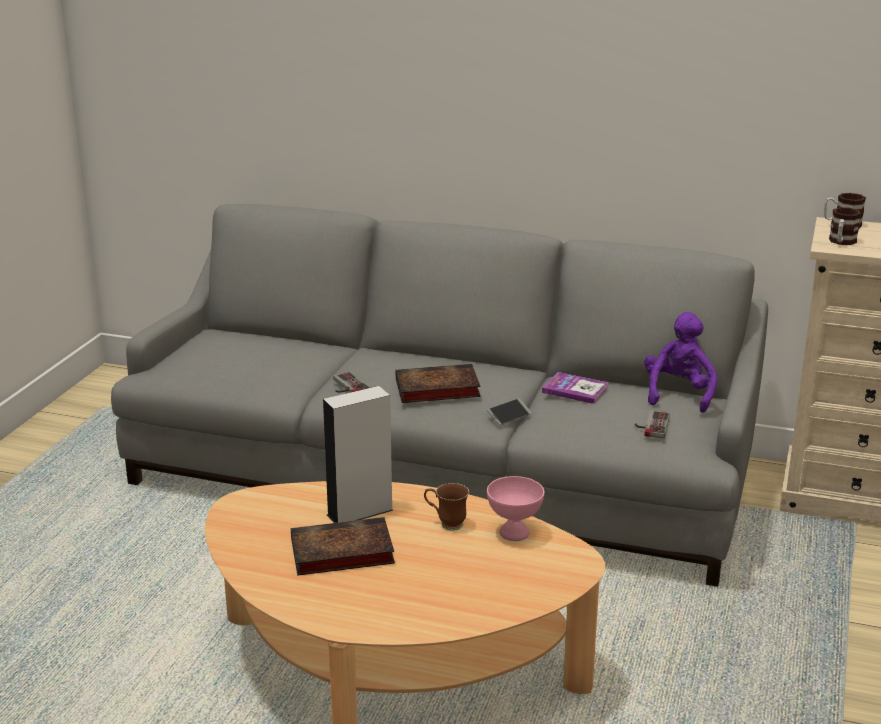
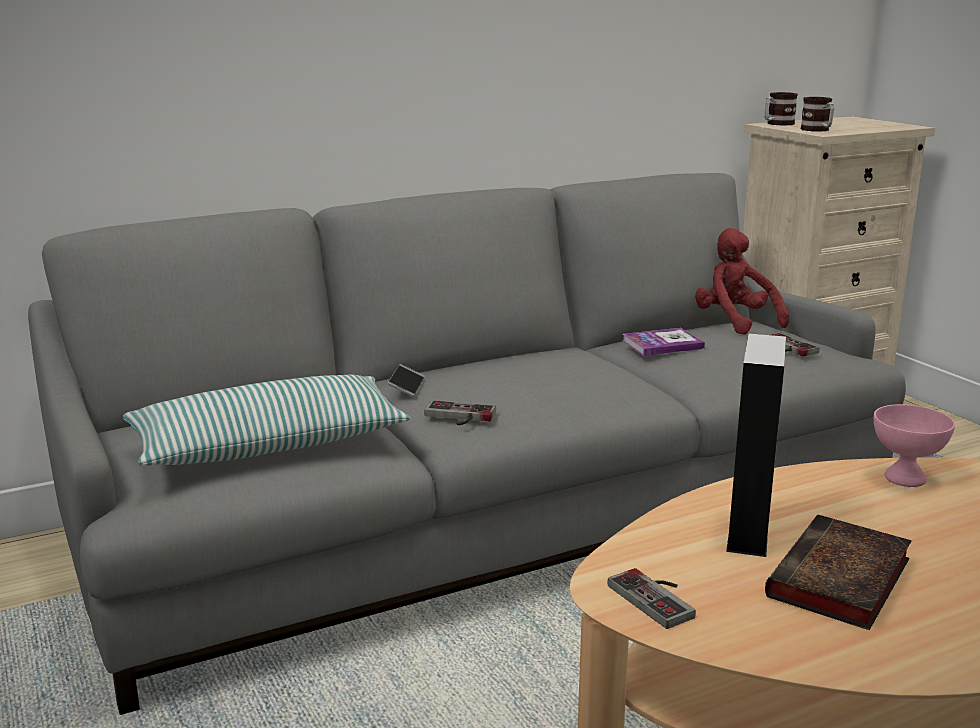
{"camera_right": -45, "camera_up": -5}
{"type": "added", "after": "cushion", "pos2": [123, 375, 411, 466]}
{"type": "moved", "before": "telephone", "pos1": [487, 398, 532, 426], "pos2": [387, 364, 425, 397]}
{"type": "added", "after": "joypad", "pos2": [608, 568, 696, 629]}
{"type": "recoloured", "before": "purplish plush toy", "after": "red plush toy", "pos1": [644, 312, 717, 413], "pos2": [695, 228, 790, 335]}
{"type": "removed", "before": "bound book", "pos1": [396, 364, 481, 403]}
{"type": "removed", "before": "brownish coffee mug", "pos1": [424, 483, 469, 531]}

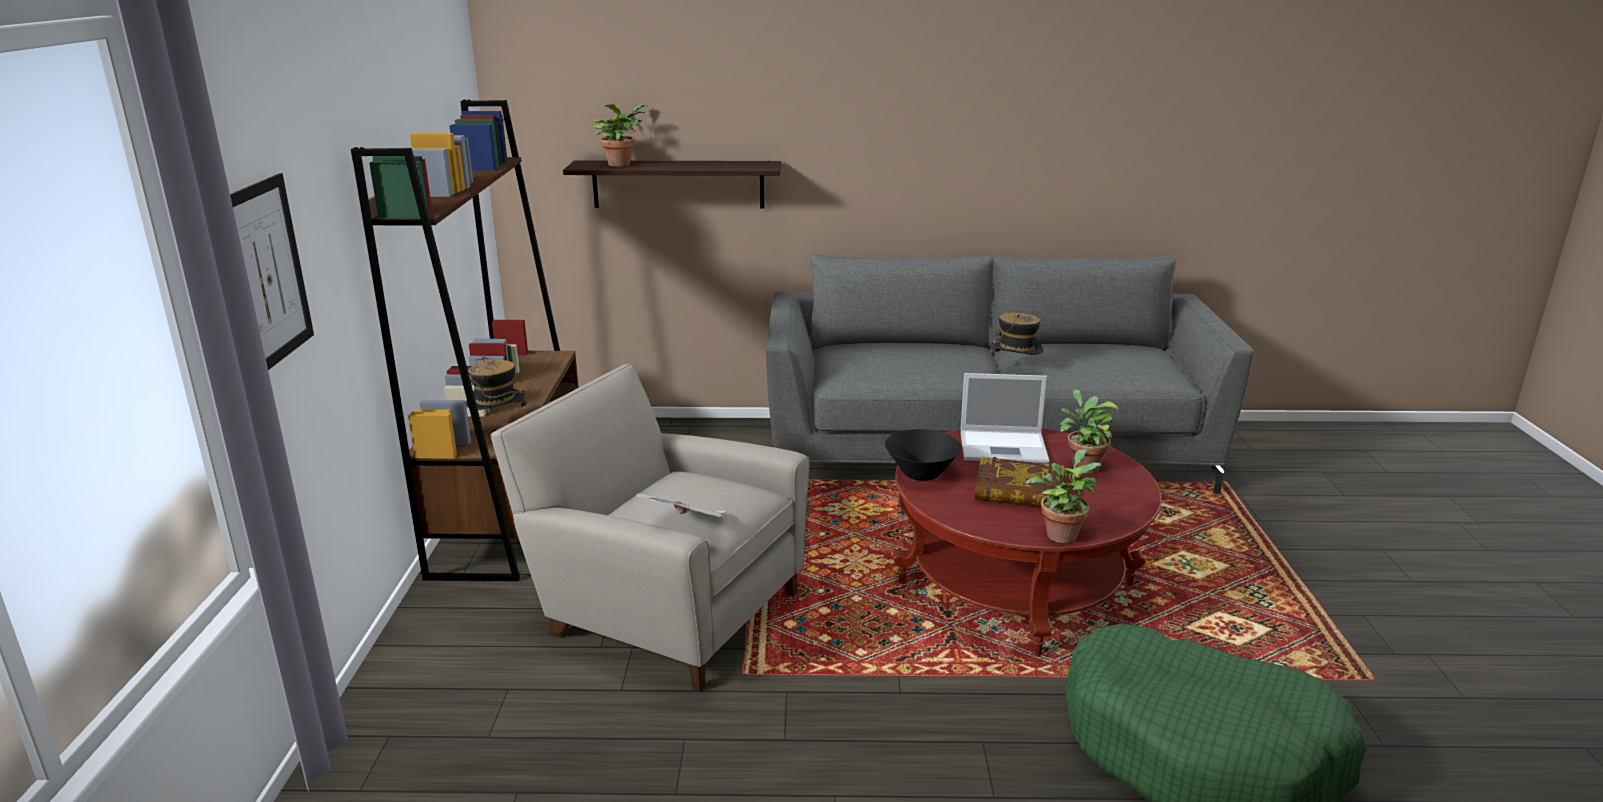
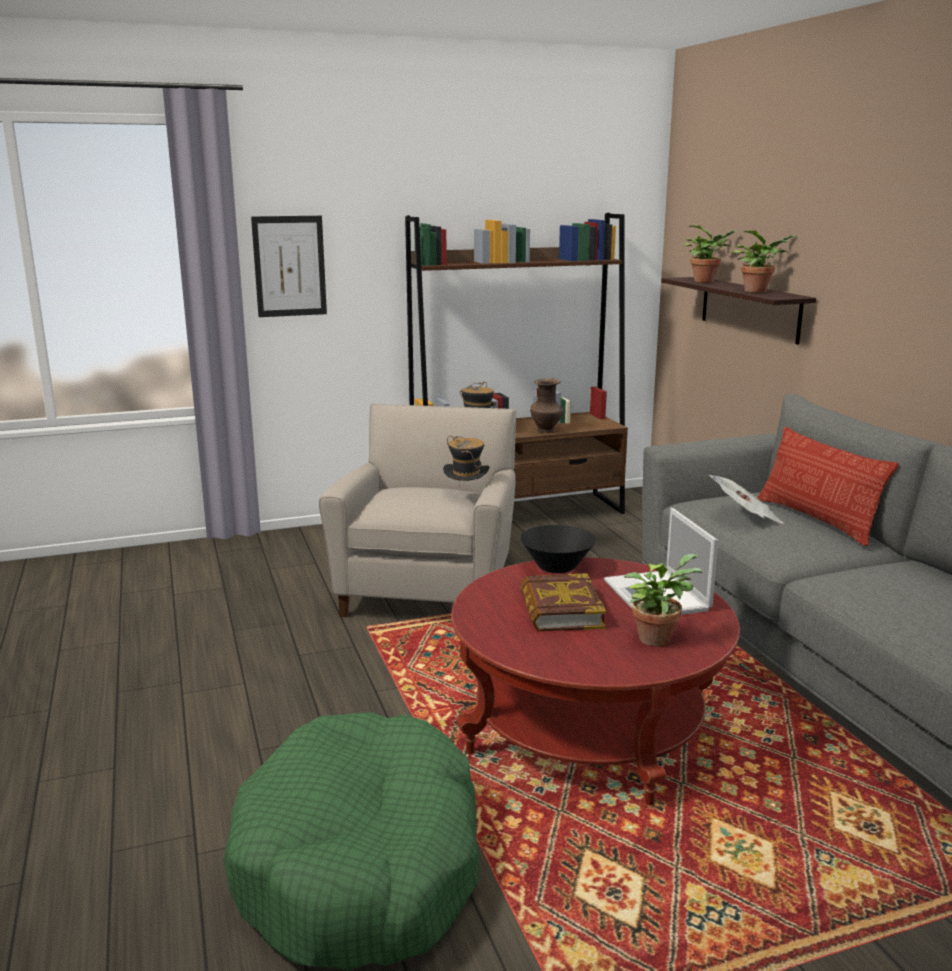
{"camera_right": 70, "camera_up": -5}
{"type": "moved", "before": "clothing hat", "pos1": [989, 312, 1043, 370], "pos2": [443, 436, 490, 481]}
{"type": "added", "after": "brownish flower vase", "pos2": [530, 378, 564, 433]}
{"type": "moved", "before": "newspaper", "pos1": [636, 493, 726, 518], "pos2": [709, 475, 785, 524]}
{"type": "moved", "before": "plant in a pot", "pos1": [1026, 449, 1102, 543], "pos2": [733, 230, 796, 293]}
{"type": "added", "after": "cushion", "pos2": [757, 427, 899, 546]}

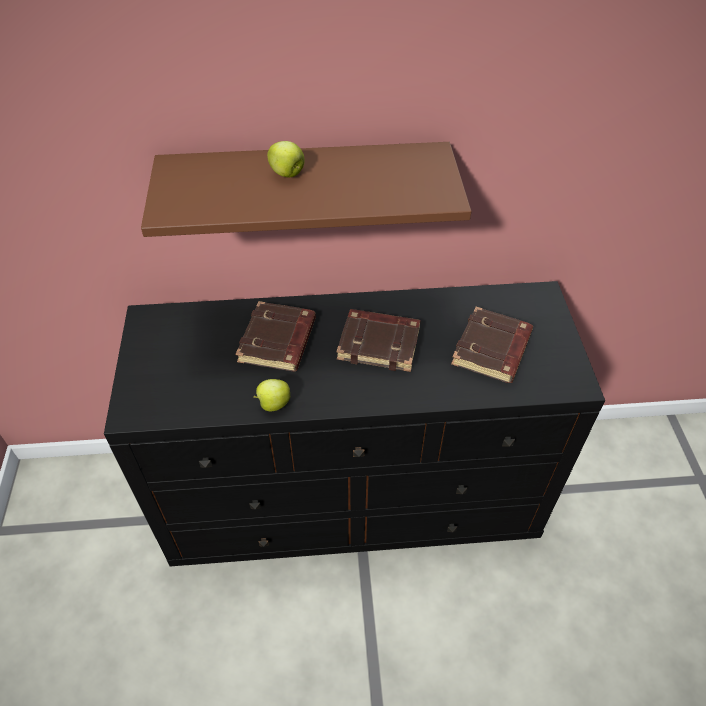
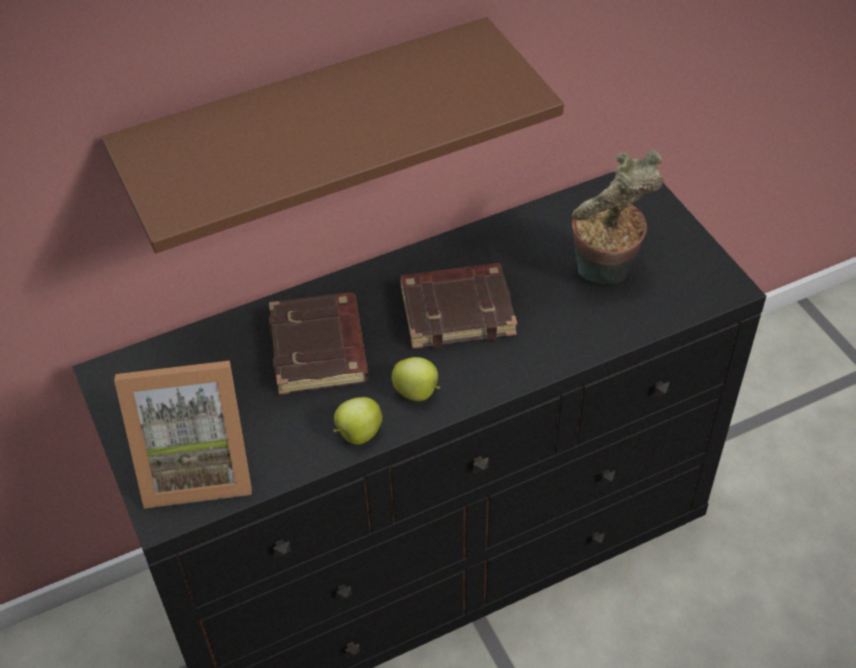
{"camera_right": -20, "camera_up": 0}
{"type": "added", "after": "photo frame", "pos2": [114, 361, 252, 509]}
{"type": "moved", "before": "whole apple", "pos1": [267, 141, 305, 177], "pos2": [392, 357, 440, 401]}
{"type": "replaced", "before": "brownish bound book", "after": "plant in a pot", "pos1": [451, 307, 533, 383], "pos2": [572, 149, 664, 284]}

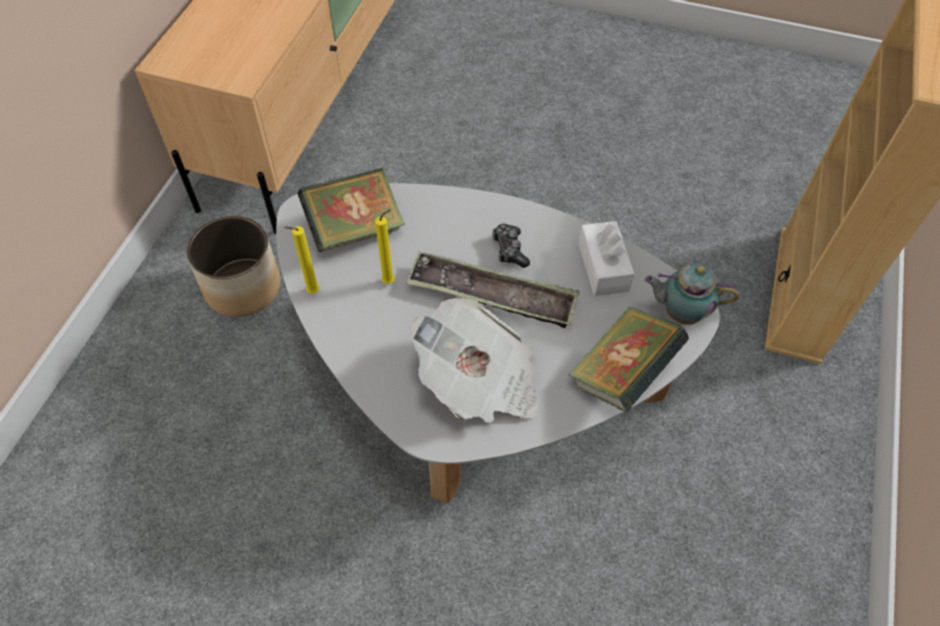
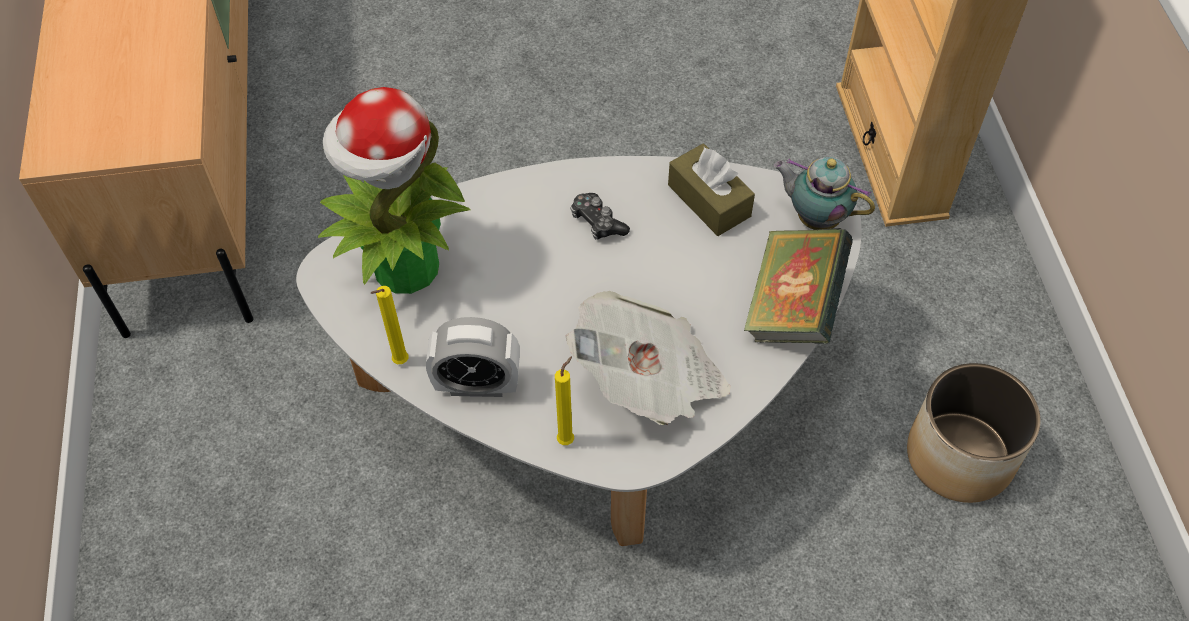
{"camera_right": -25, "camera_up": 0}
{"type": "replaced", "before": "bound book", "after": "plant in a pot", "pos1": [298, 168, 405, 252], "pos2": [318, 87, 471, 294]}
{"type": "added", "after": "bedside clock", "pos2": [426, 317, 520, 397]}
{"type": "moved", "before": "yellowish candle", "pos1": [375, 209, 395, 284], "pos2": [555, 356, 574, 445]}
{"type": "recoloured", "before": "white tissue box", "after": "brownish tissue box", "pos1": [578, 221, 635, 296], "pos2": [668, 143, 755, 236]}
{"type": "turned", "before": "pot for tea", "pos1": [644, 263, 739, 325], "pos2": [773, 157, 875, 230], "turn": 45}
{"type": "moved", "before": "plant pot", "pos1": [187, 216, 280, 317], "pos2": [907, 363, 1041, 503]}
{"type": "removed", "before": "serving tray", "pos1": [406, 251, 580, 328]}

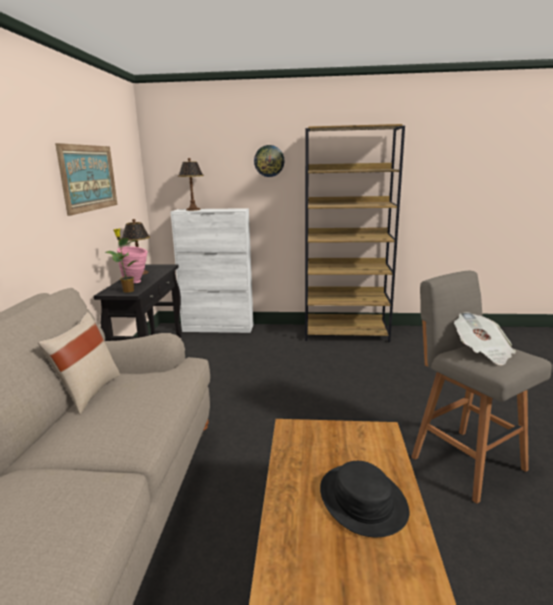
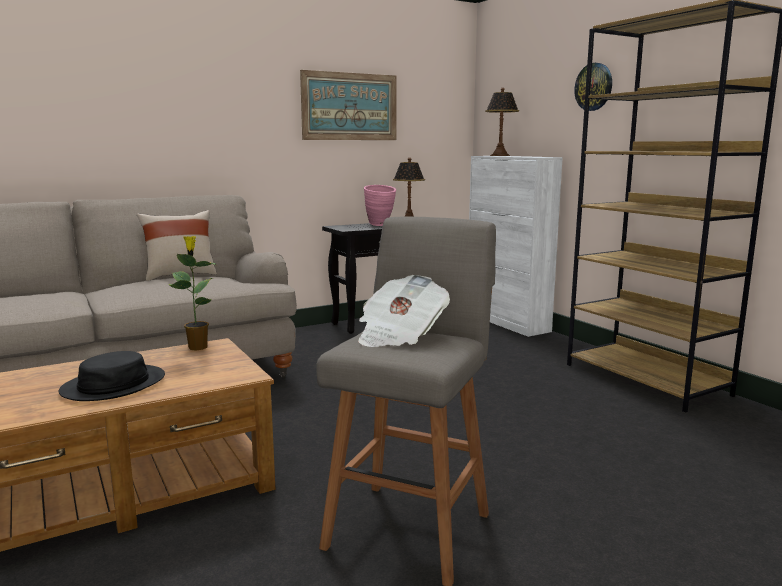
{"camera_right": 55, "camera_up": -5}
{"type": "moved", "before": "plant in a pot", "pos1": [105, 228, 140, 293], "pos2": [169, 236, 216, 350]}

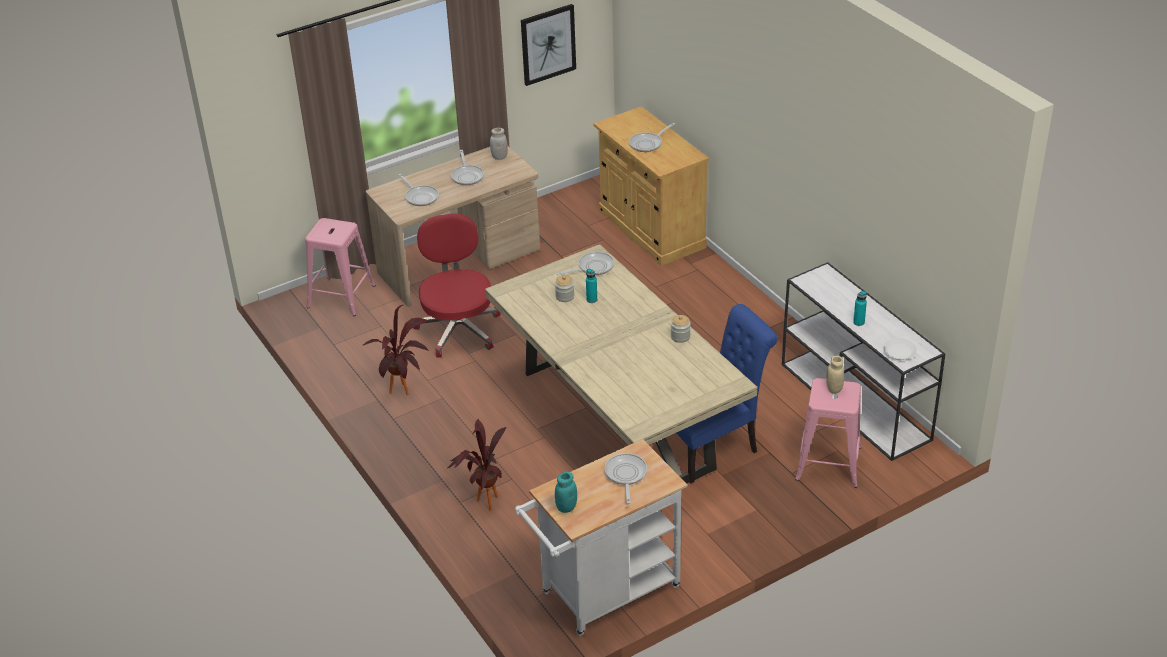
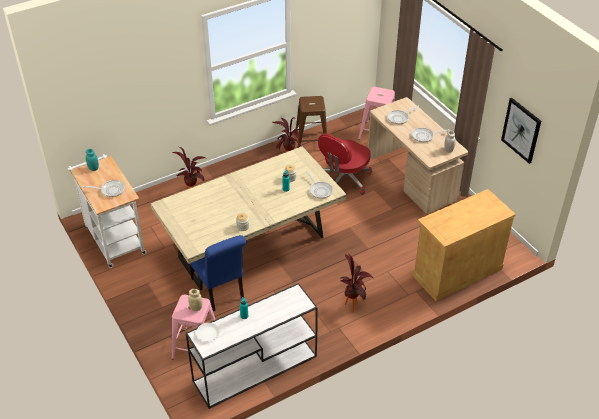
{"camera_right": 90, "camera_up": 5}
{"type": "added", "after": "brownish stool", "pos2": [296, 96, 327, 148]}
{"type": "turned", "before": "red office chair", "pos1": [413, 213, 501, 357], "pos2": [318, 133, 372, 195], "turn": 135}
{"type": "added", "after": "plant in a pot", "pos2": [340, 253, 373, 312]}
{"type": "removed", "before": "frying pan", "pos1": [629, 123, 675, 152]}

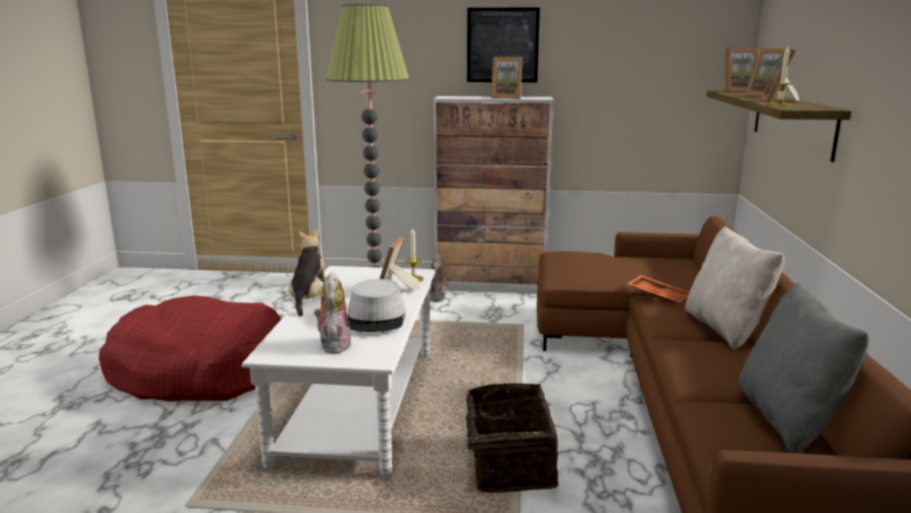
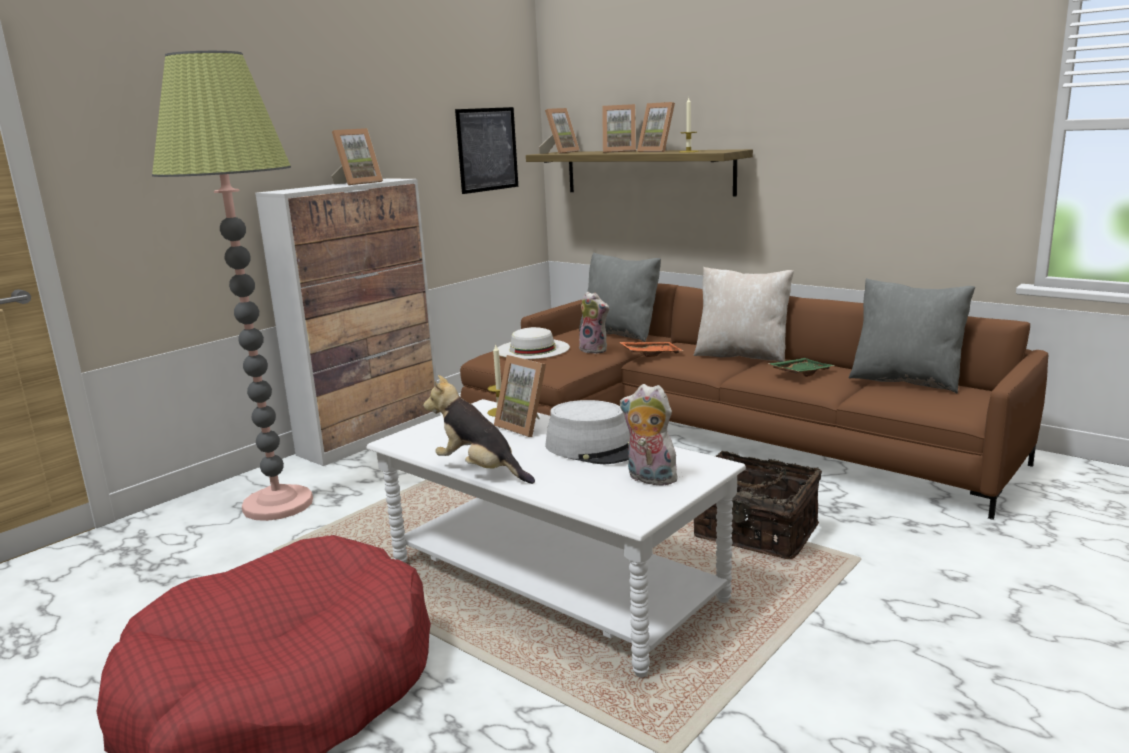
{"camera_right": -55, "camera_up": 0}
{"type": "moved", "before": "wall art", "pos1": [467, 7, 540, 82], "pos2": [455, 107, 518, 194]}
{"type": "added", "after": "white clothing hat", "pos2": [498, 327, 570, 359]}
{"type": "added", "after": "gray cushion", "pos2": [579, 253, 661, 342]}
{"type": "moved", "before": "plush toy", "pos1": [429, 254, 449, 302], "pos2": [579, 292, 609, 354]}
{"type": "added", "after": "greenish serving tray", "pos2": [767, 358, 835, 377]}

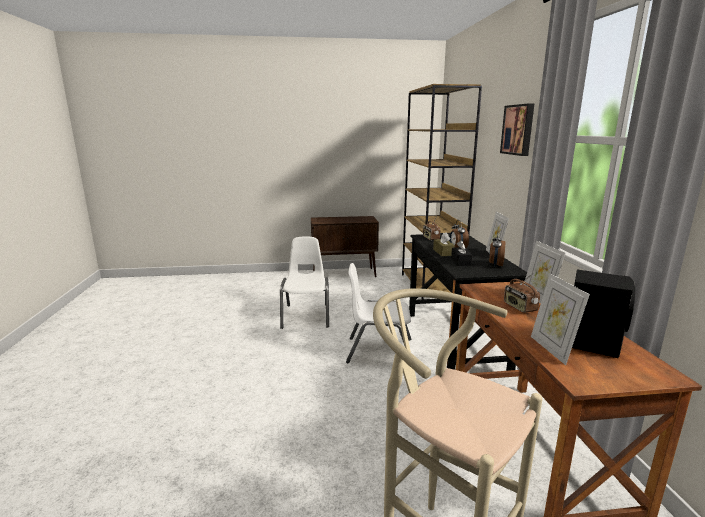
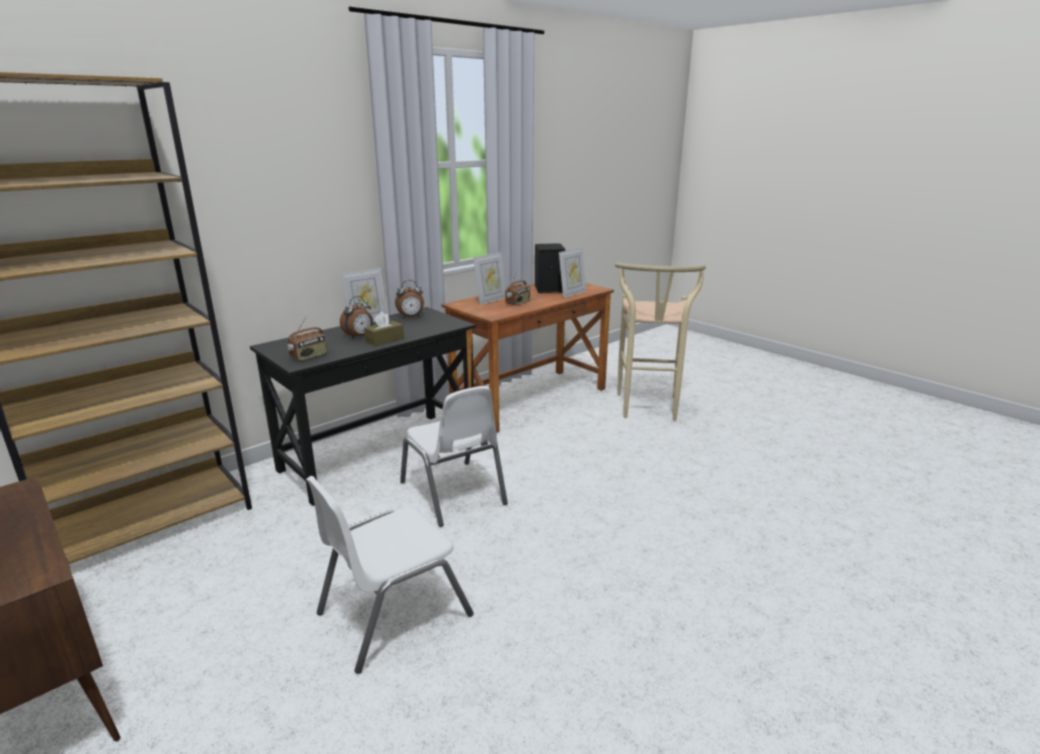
{"camera_right": -125, "camera_up": 5}
{"type": "removed", "before": "black tissue box", "pos1": [451, 240, 472, 266]}
{"type": "removed", "before": "wall art", "pos1": [500, 103, 534, 156]}

